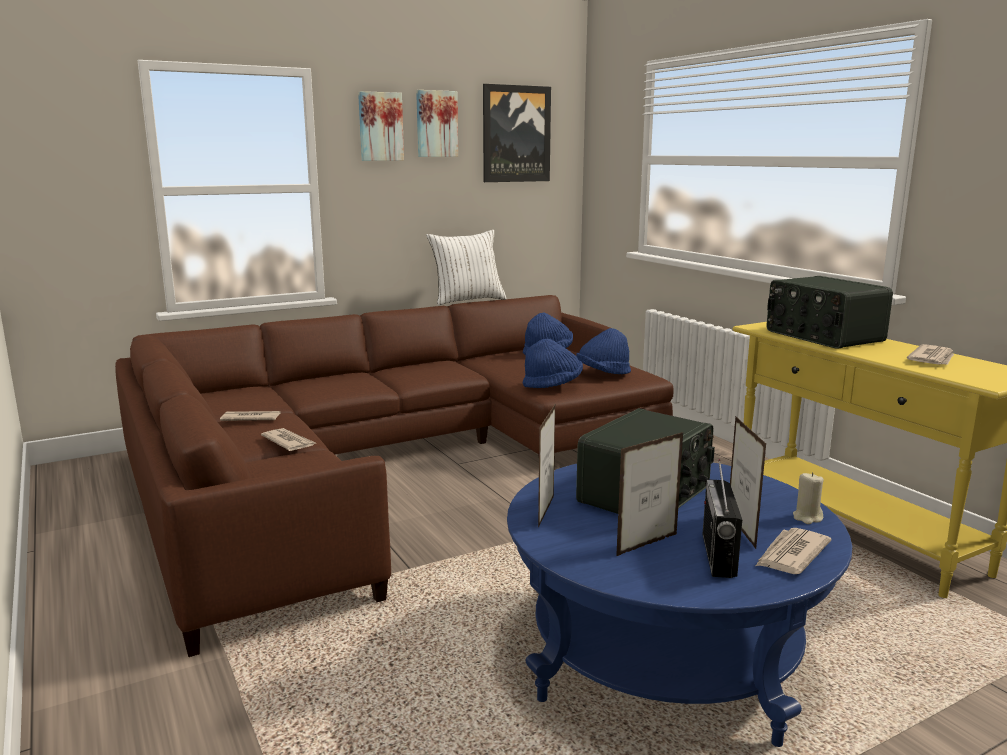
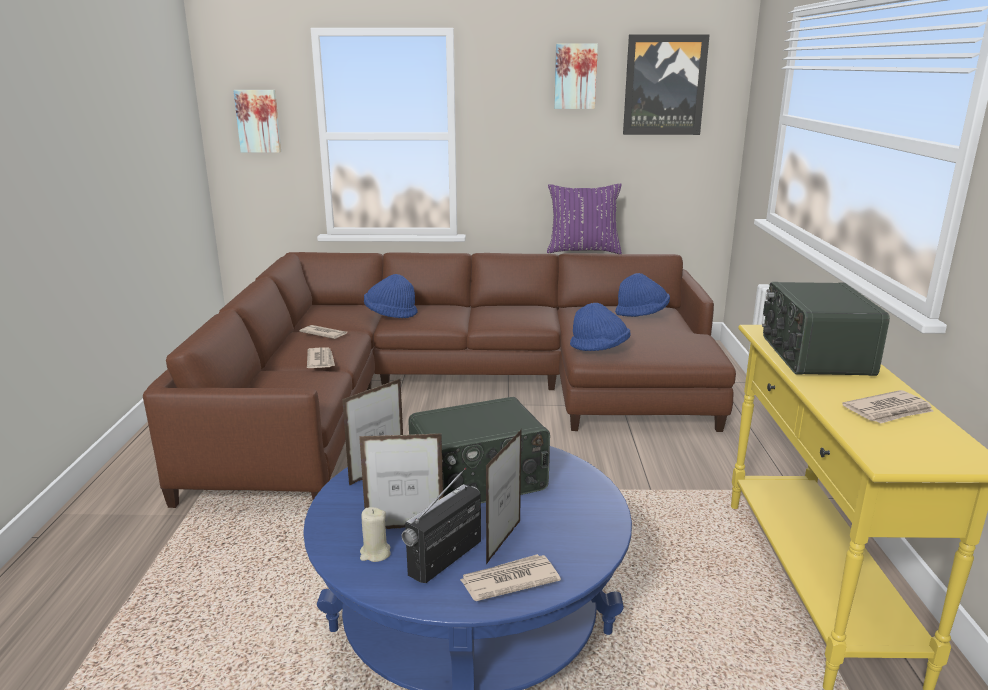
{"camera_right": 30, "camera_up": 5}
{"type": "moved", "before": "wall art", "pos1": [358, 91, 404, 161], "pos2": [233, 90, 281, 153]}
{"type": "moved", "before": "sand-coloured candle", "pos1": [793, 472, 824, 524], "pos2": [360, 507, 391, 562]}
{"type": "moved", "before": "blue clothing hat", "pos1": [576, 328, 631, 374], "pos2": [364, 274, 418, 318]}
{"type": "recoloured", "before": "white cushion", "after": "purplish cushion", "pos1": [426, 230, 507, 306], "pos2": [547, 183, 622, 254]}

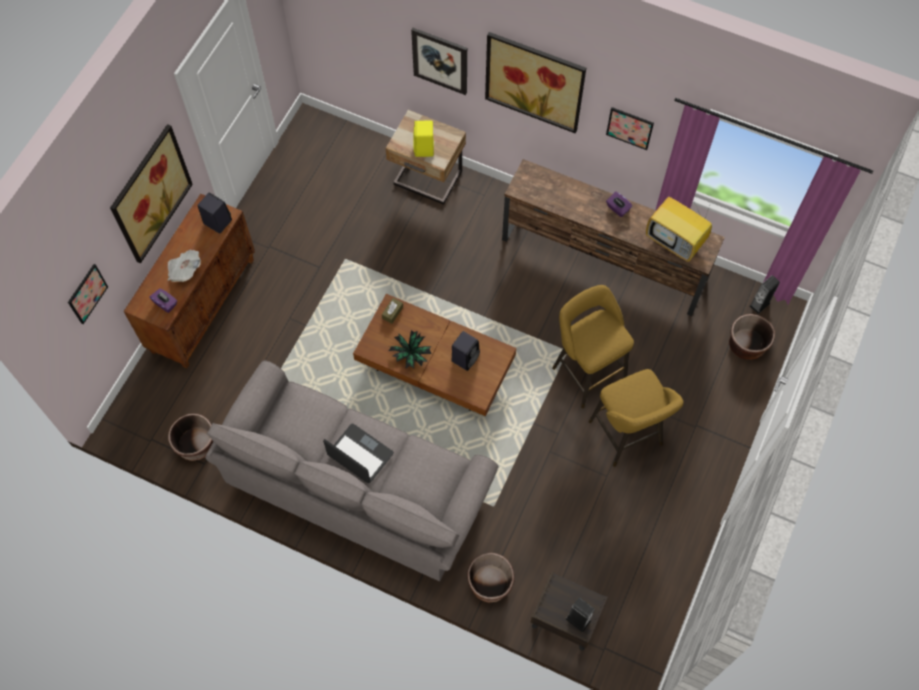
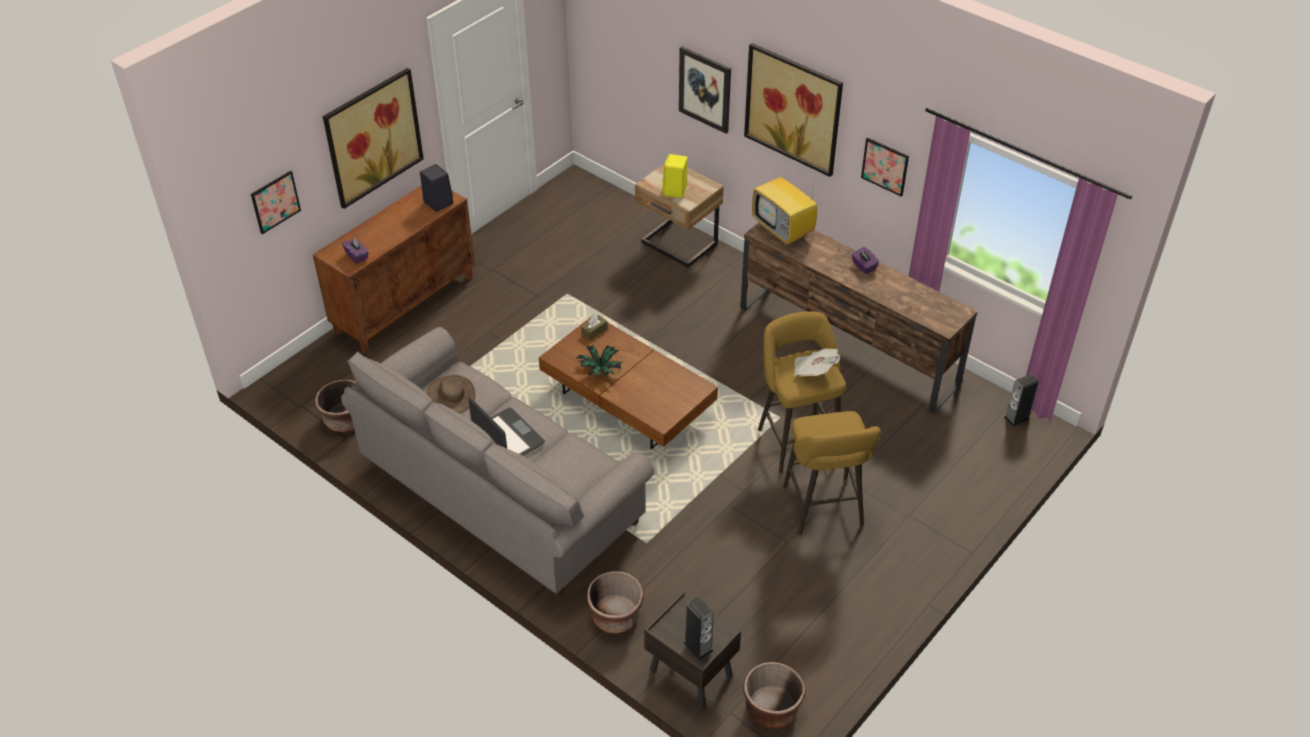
{"camera_right": 15, "camera_up": -20}
{"type": "added", "after": "brownish clothing hat", "pos2": [428, 375, 475, 413]}
{"type": "moved", "before": "brownish plant pot", "pos1": [729, 314, 775, 360], "pos2": [743, 662, 806, 728]}
{"type": "moved", "before": "TV set", "pos1": [646, 193, 712, 262], "pos2": [752, 165, 817, 246]}
{"type": "moved", "before": "newspaper", "pos1": [168, 250, 201, 282], "pos2": [794, 348, 840, 376]}
{"type": "removed", "before": "black loudspeaker", "pos1": [452, 331, 480, 371]}

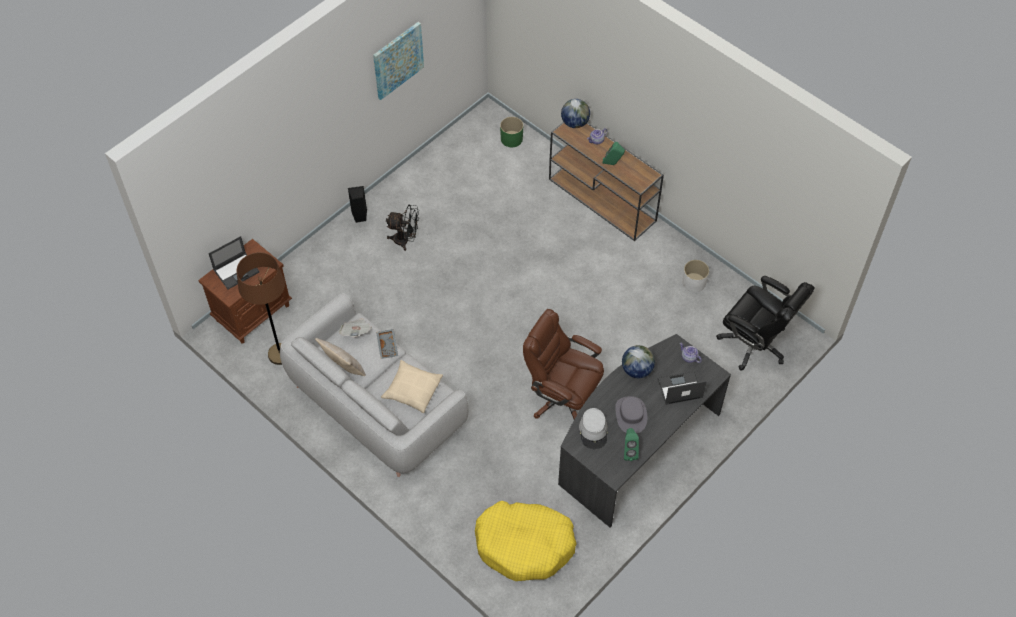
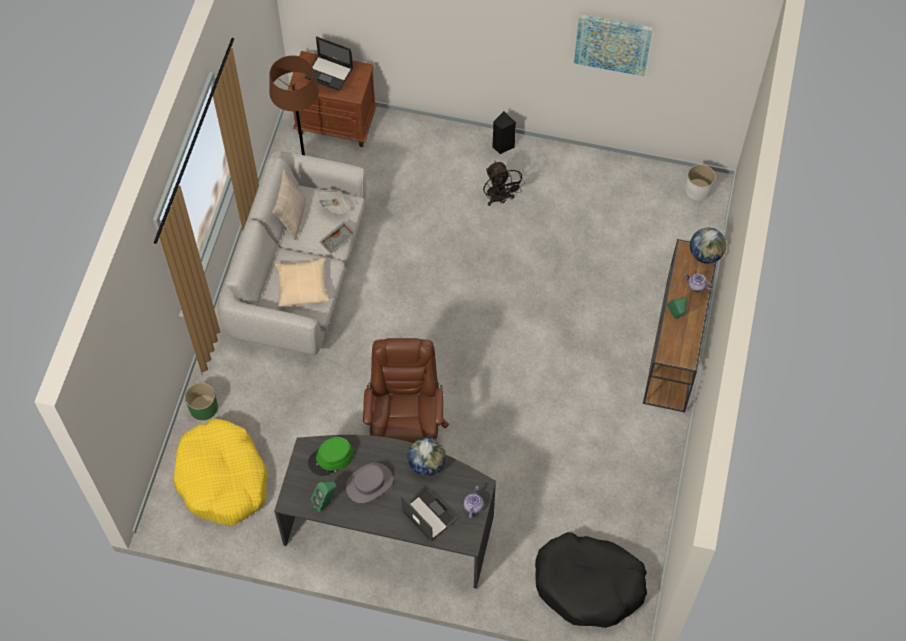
{"camera_right": 60, "camera_up": 5}
{"type": "moved", "before": "greenish plant pot", "pos1": [500, 117, 523, 147], "pos2": [185, 383, 218, 420]}
{"type": "recoloured", "before": "gray clothing hat", "after": "greenish clothing hat", "pos1": [579, 408, 608, 449], "pos2": [308, 437, 354, 476]}
{"type": "replaced", "before": "black office chair", "after": "black dog cushion", "pos1": [716, 276, 815, 371], "pos2": [535, 532, 647, 628]}
{"type": "moved", "before": "white plant pot", "pos1": [682, 260, 709, 292], "pos2": [685, 164, 716, 201]}

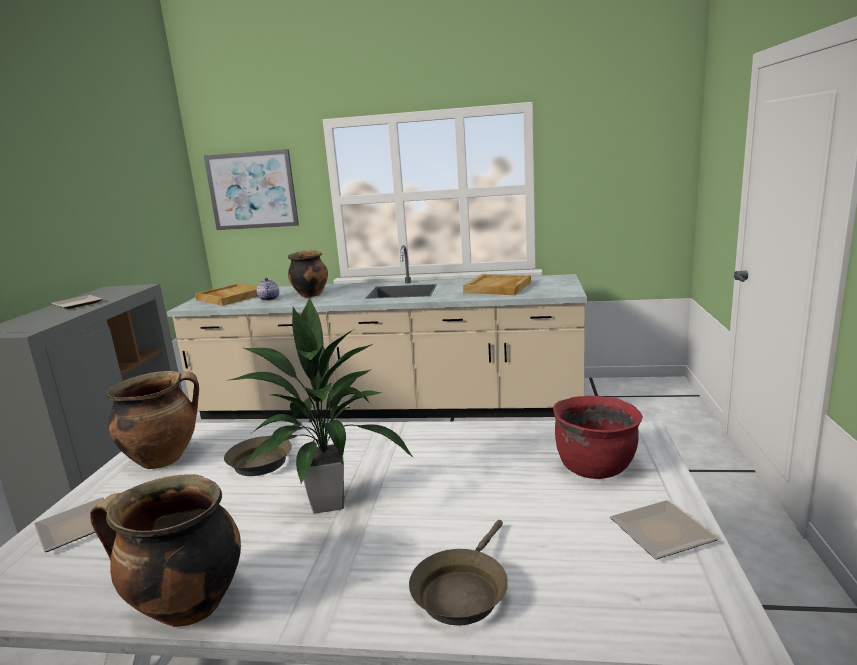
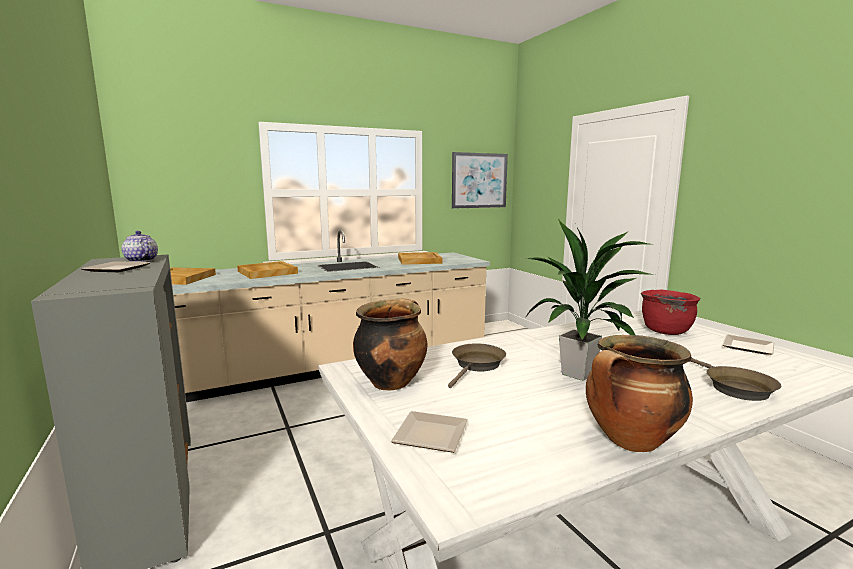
{"camera_right": -35, "camera_up": -5}
{"type": "moved", "before": "pot for tea", "pos1": [256, 278, 279, 301], "pos2": [122, 231, 158, 262]}
{"type": "replaced", "before": "cooking pot", "after": "sand-coloured serving tray", "pos1": [288, 250, 328, 297], "pos2": [237, 261, 298, 279]}
{"type": "turned", "before": "brownish frying pan", "pos1": [224, 421, 302, 476], "pos2": [448, 344, 506, 388], "turn": -135}
{"type": "moved", "before": "wall art", "pos1": [204, 149, 299, 230], "pos2": [452, 152, 508, 209]}

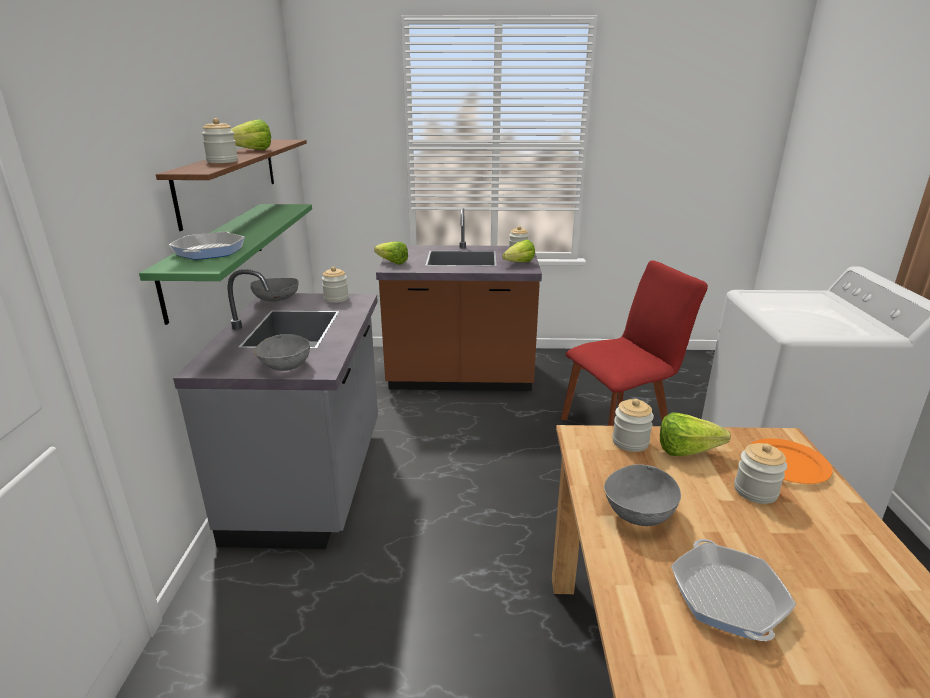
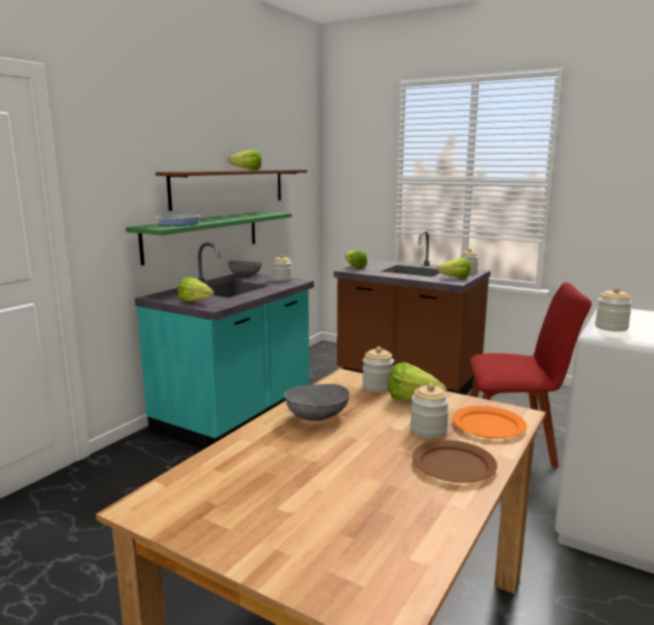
{"camera_right": 30, "camera_up": -10}
{"type": "recoloured", "before": "gray kitchen counter", "after": "turquoise-coloured kitchen counter", "pos1": [173, 269, 378, 549], "pos2": [135, 242, 314, 450]}
{"type": "replaced", "before": "gray serving bowl", "after": "head of lettuce", "pos1": [255, 334, 310, 371], "pos2": [178, 277, 214, 302]}
{"type": "added", "after": "brownish flat dish", "pos2": [413, 440, 497, 483]}
{"type": "moved", "before": "preserve jar", "pos1": [201, 118, 238, 163], "pos2": [595, 287, 632, 332]}
{"type": "removed", "before": "frying pan", "pos1": [671, 539, 796, 641]}

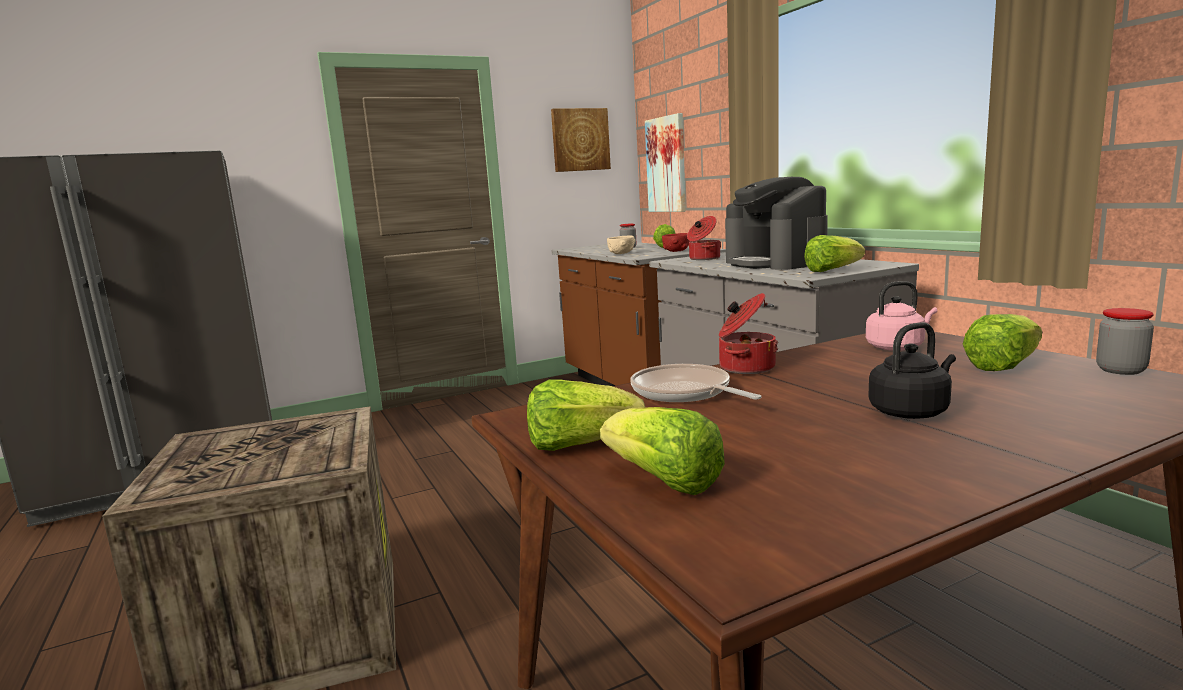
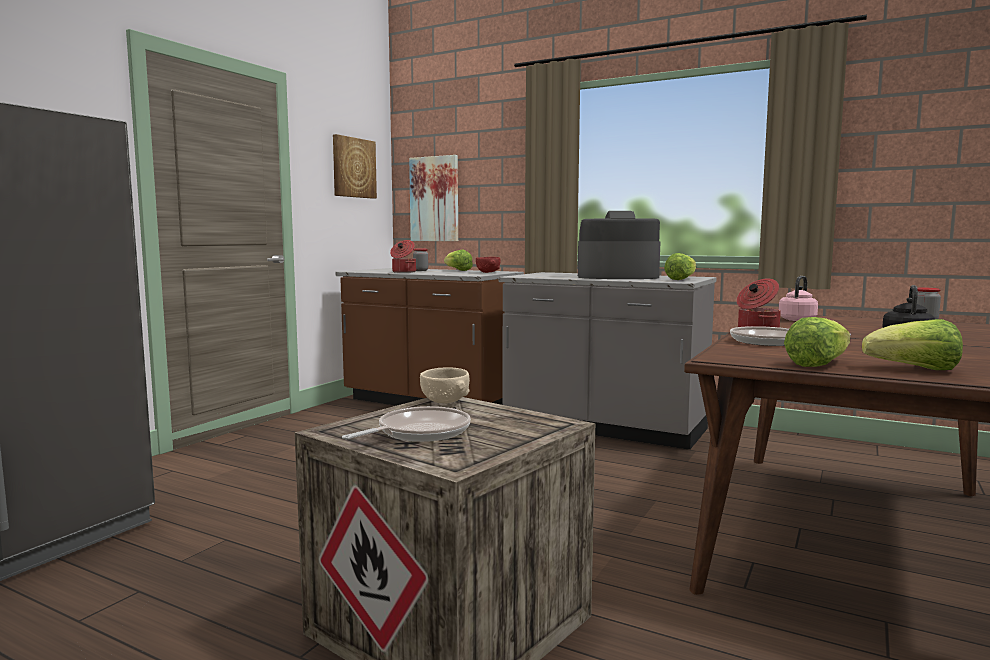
{"camera_right": -35, "camera_up": -5}
{"type": "added", "after": "frying pan", "pos2": [342, 406, 471, 442]}
{"type": "moved", "before": "cooking pot", "pos1": [687, 216, 721, 260], "pos2": [390, 240, 416, 273]}
{"type": "moved", "before": "sand-coloured serving bowl", "pos1": [607, 236, 636, 254], "pos2": [420, 367, 470, 403]}
{"type": "turned", "before": "coffee machine", "pos1": [725, 177, 828, 270], "pos2": [578, 211, 661, 279], "turn": 150}
{"type": "removed", "before": "head of lettuce", "pos1": [963, 314, 1042, 371]}

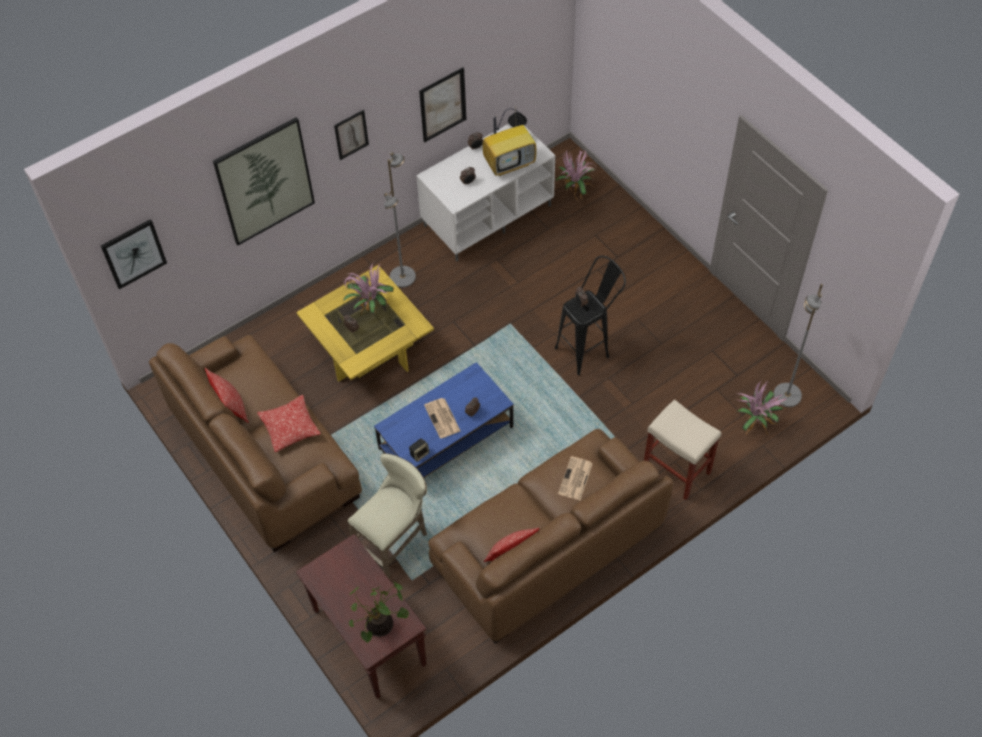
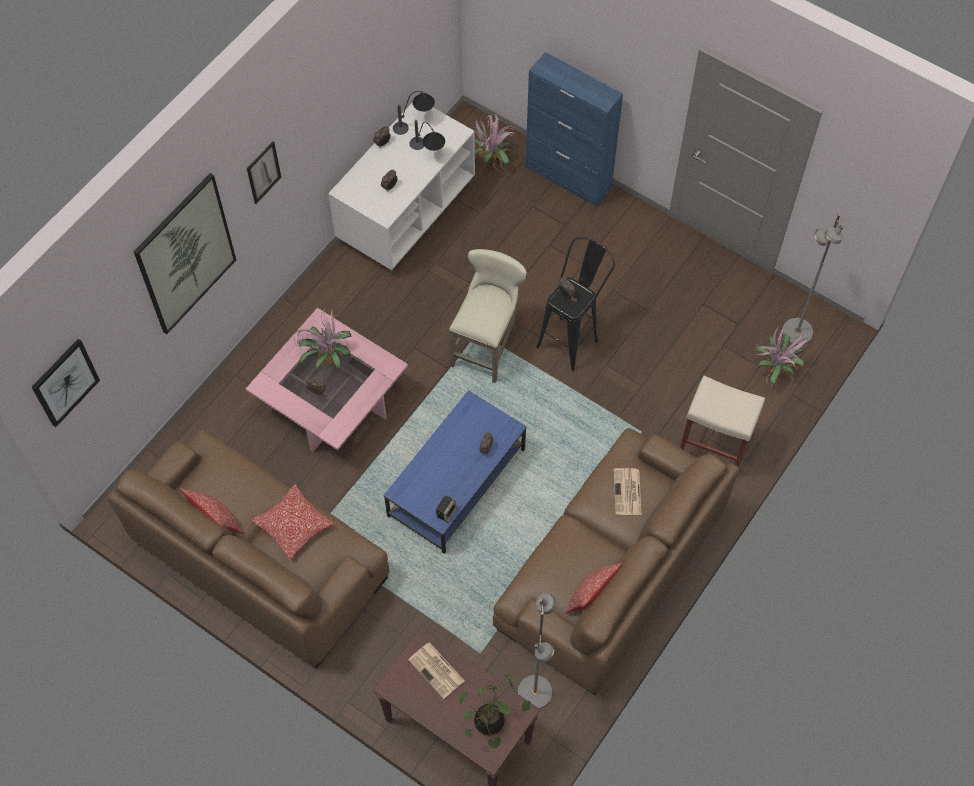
{"camera_right": -20, "camera_up": 5}
{"type": "recoloured", "before": "yellowish lounge table", "after": "pink-coloured lounge table", "pos1": [296, 265, 434, 382], "pos2": [246, 308, 408, 452]}
{"type": "moved", "before": "newspaper", "pos1": [424, 398, 460, 439], "pos2": [408, 642, 465, 699]}
{"type": "replaced", "before": "TV set", "after": "lamp for a table", "pos1": [483, 120, 537, 176], "pos2": [410, 120, 445, 151]}
{"type": "moved", "before": "sand-coloured stool", "pos1": [347, 453, 427, 579], "pos2": [449, 249, 527, 383]}
{"type": "moved", "before": "gray standing lamp", "pos1": [384, 152, 416, 288], "pos2": [518, 593, 556, 709]}
{"type": "added", "after": "blue storage cabinet", "pos2": [525, 52, 623, 207]}
{"type": "removed", "before": "wall art", "pos1": [419, 67, 467, 143]}

